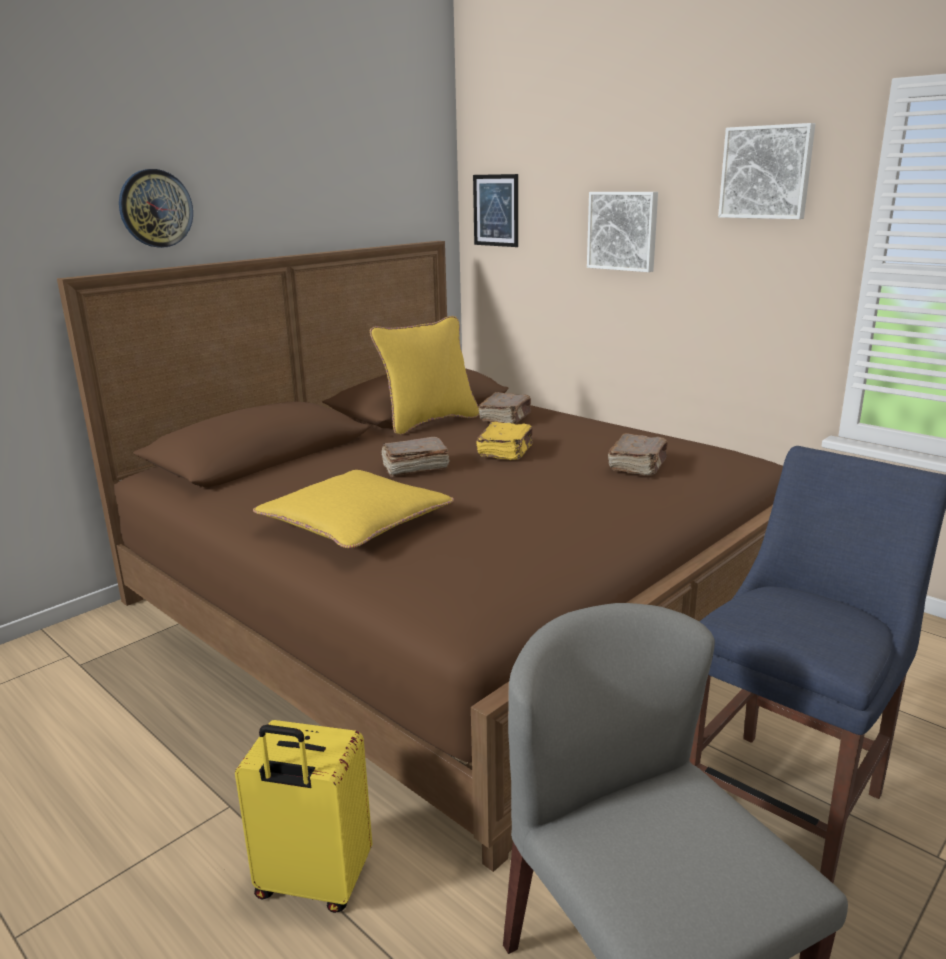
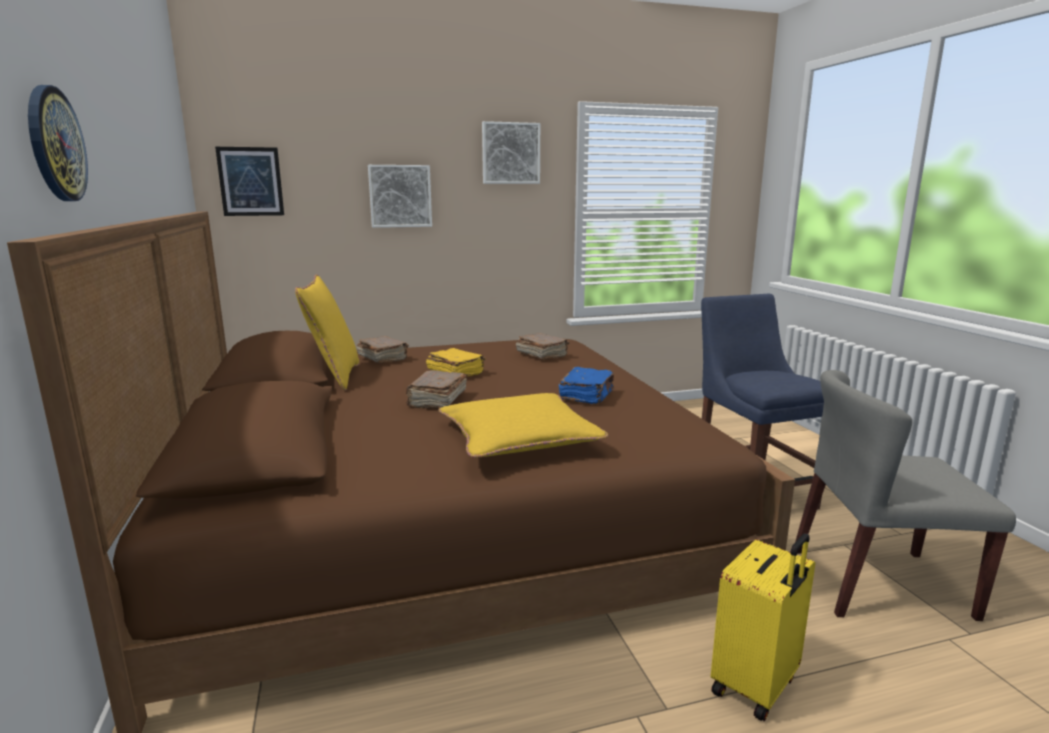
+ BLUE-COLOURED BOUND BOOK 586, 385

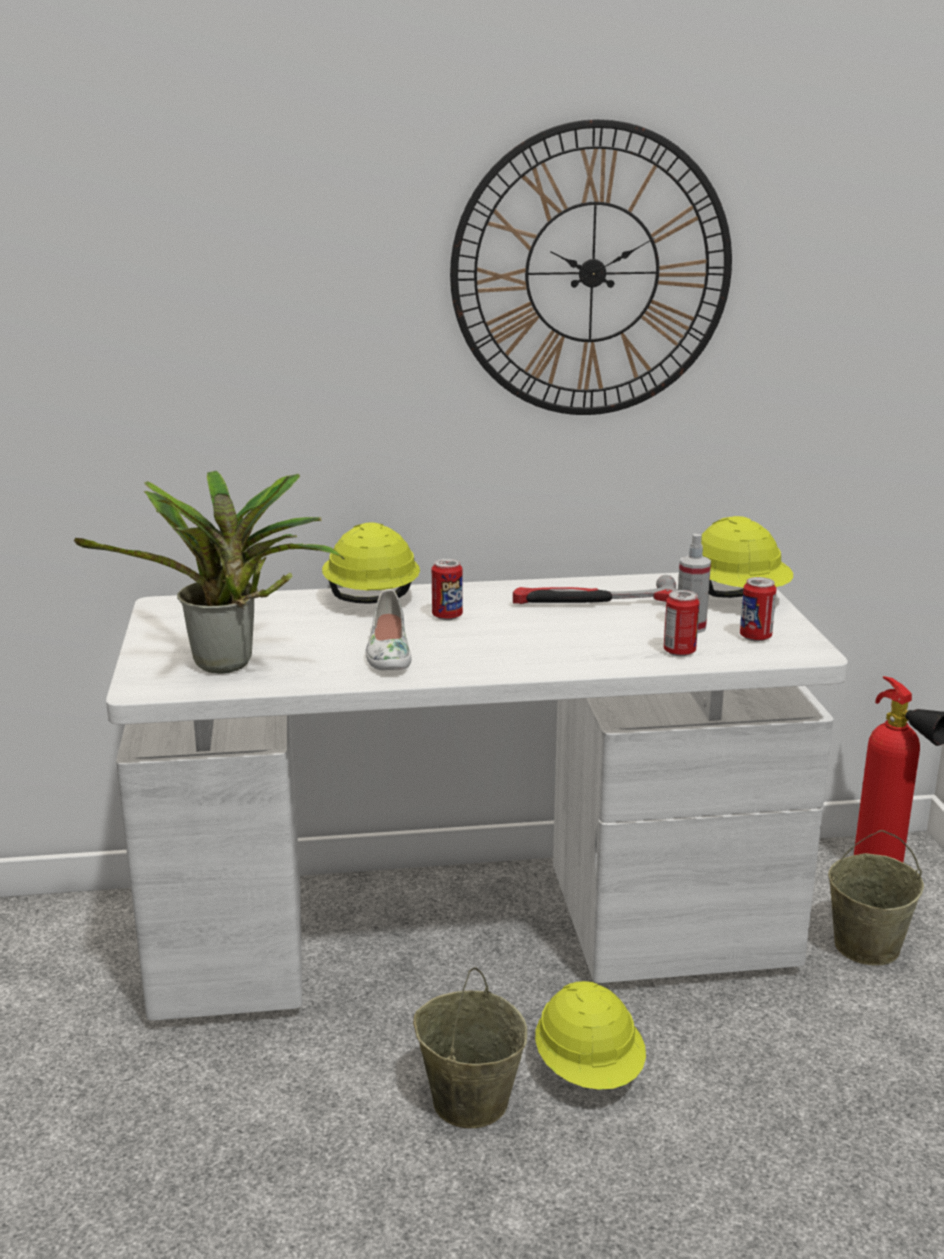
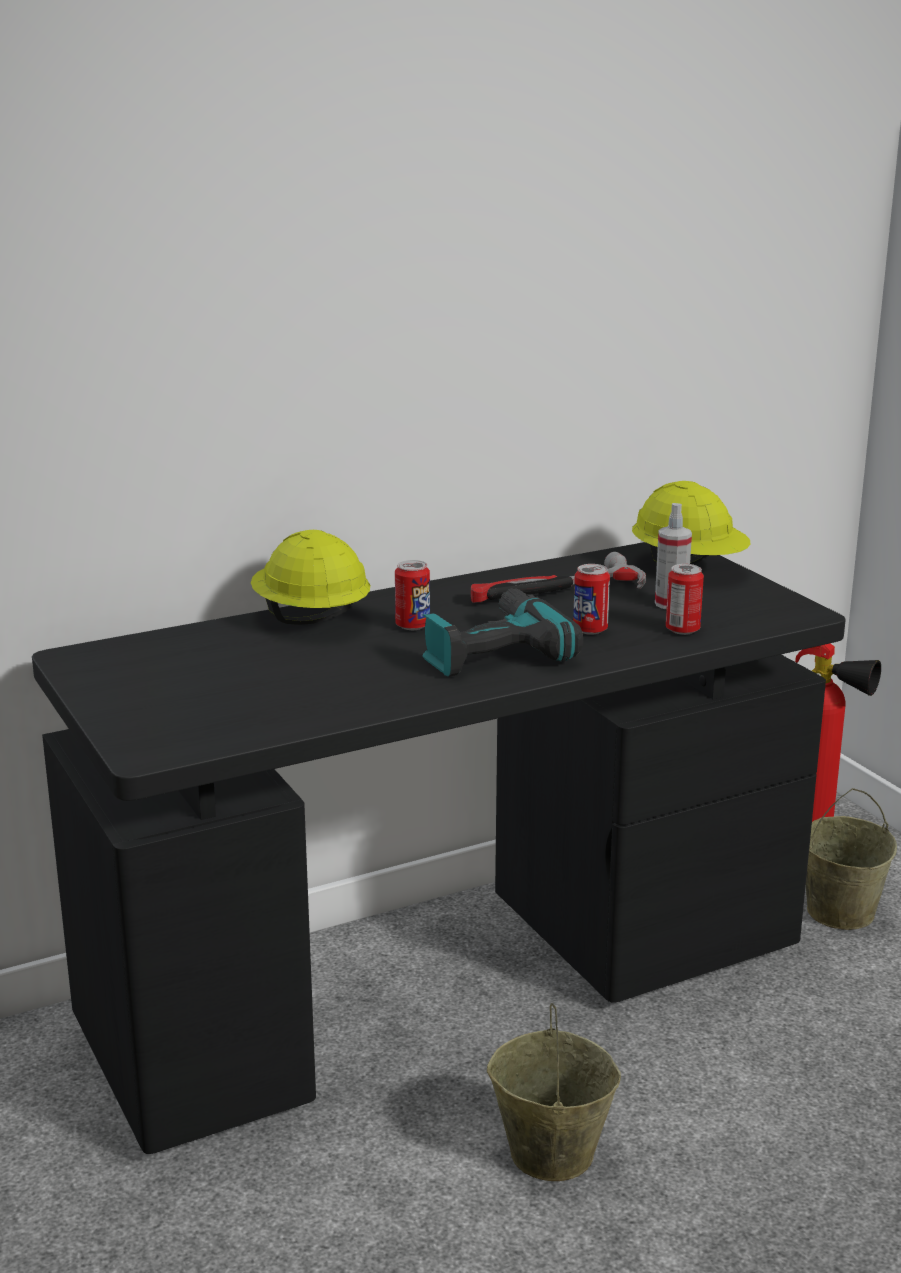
~ WHITISH DESK UNIT 477, 797 to BLACK DESK UNIT 439, 848
+ DRILL 503, 632
~ CAN 758, 609 to 591, 599
- PLANT IN A POT 209, 572
- WHITISH SHOE 388, 629
- CLOCK ON THE WALL 591, 267
- YELLOW SAFETY HELMET 590, 1035

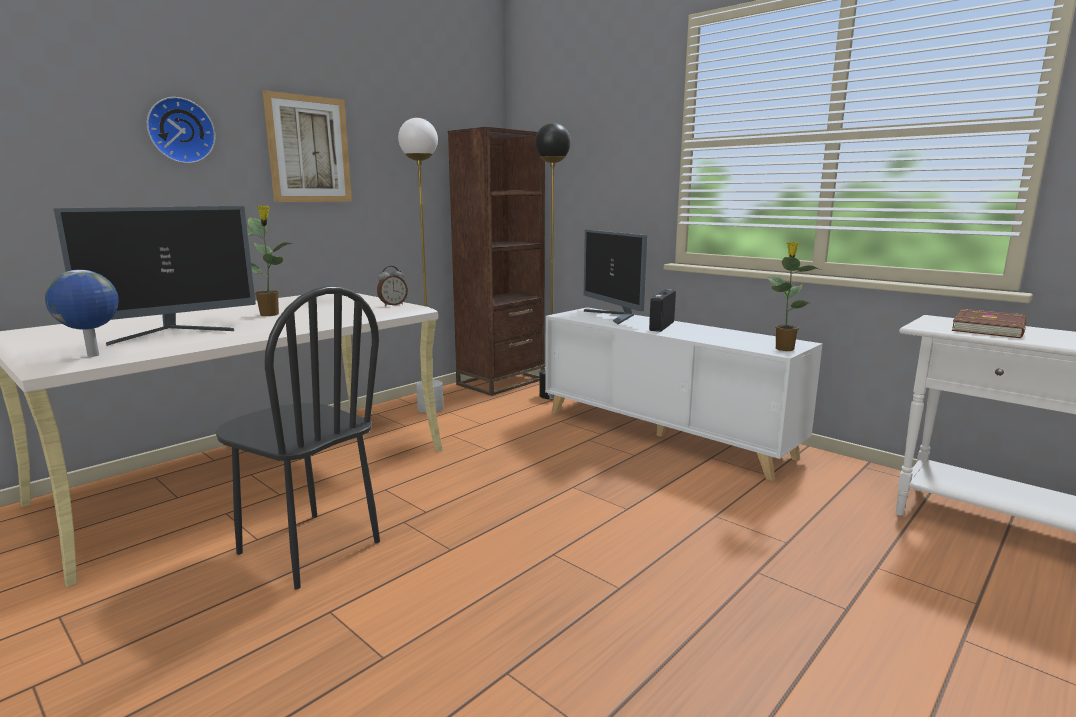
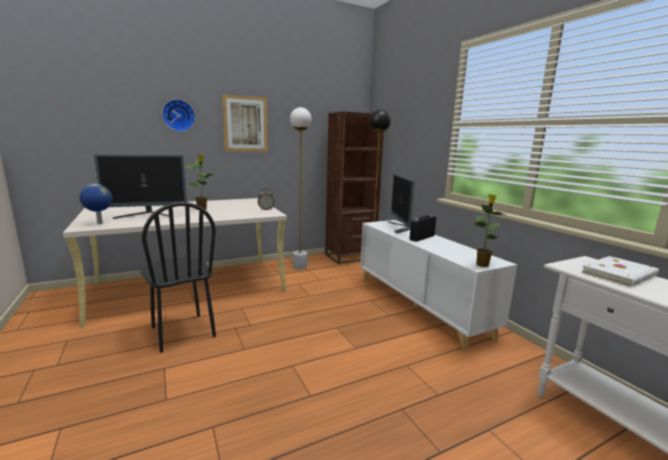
~ BROWN-COLOURED BOUND BOOK 988, 323 to WHITISH BOUND BOOK 620, 271

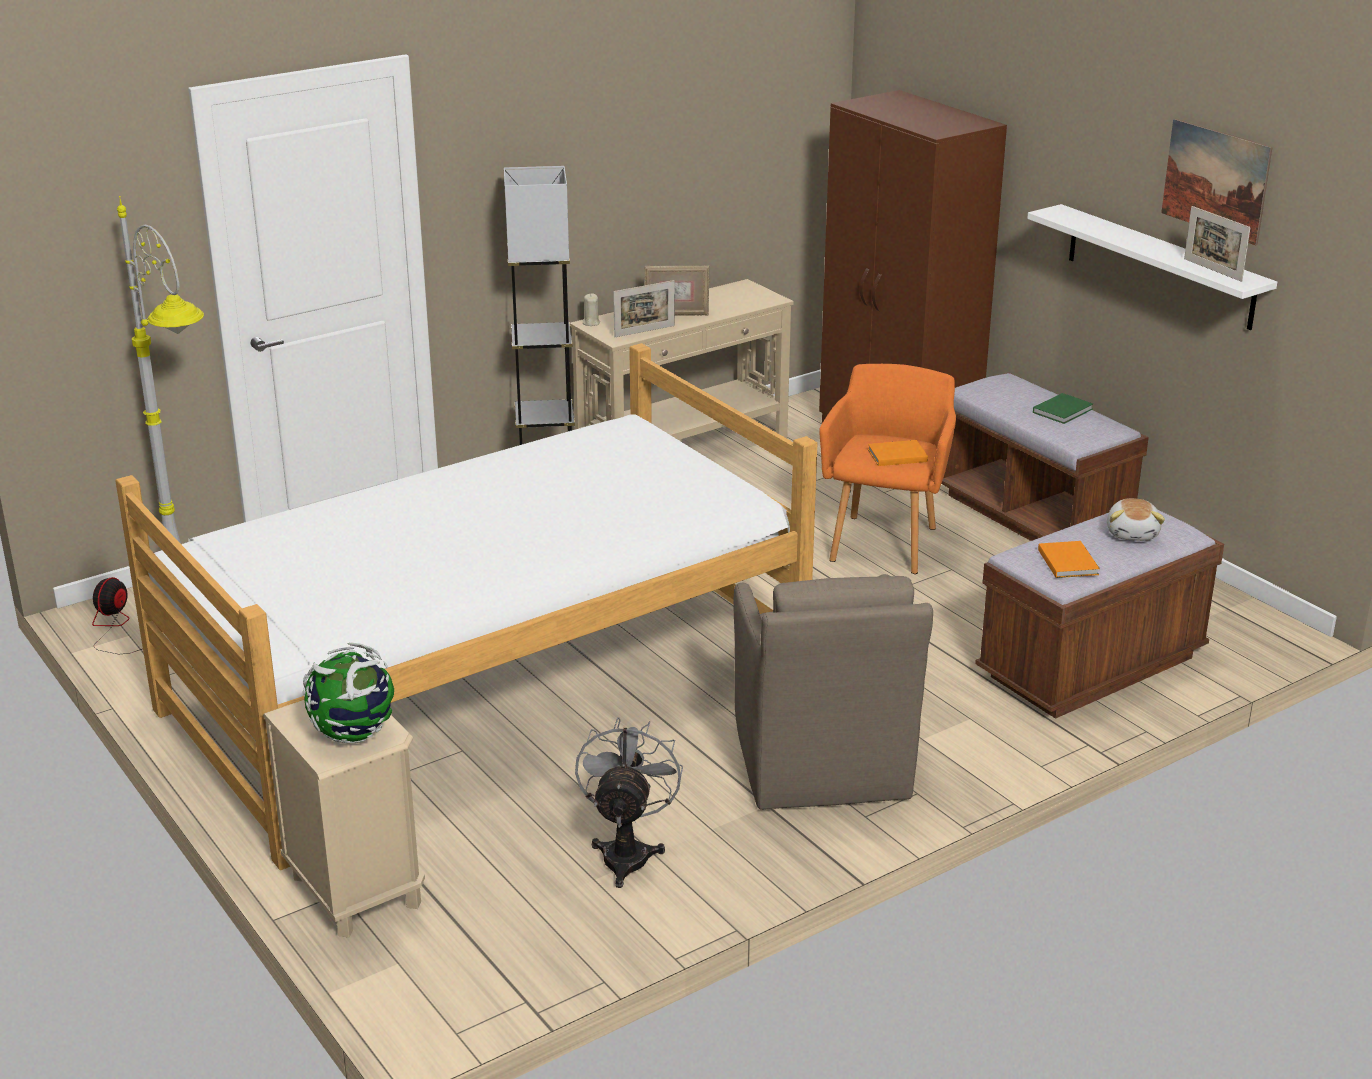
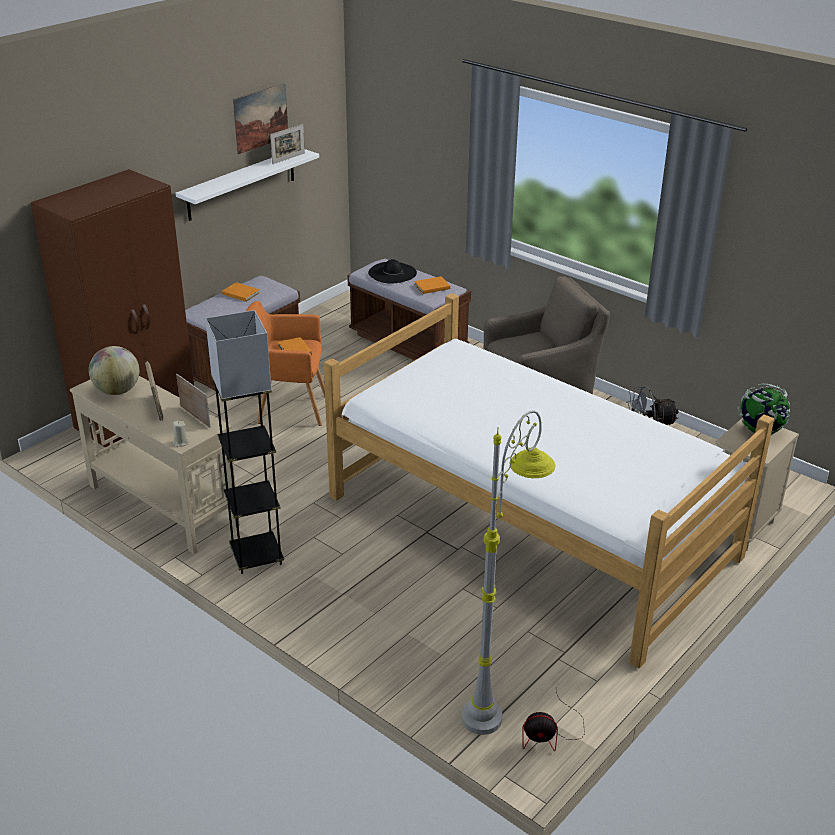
+ GLOBE 114, 370
~ GREENISH BOUND BOOK 1063, 408 to ORANGEY BOUND BOOK 241, 291
~ CUDDLY TOY 1136, 519 to BLACK WEARABLE HAT 392, 271

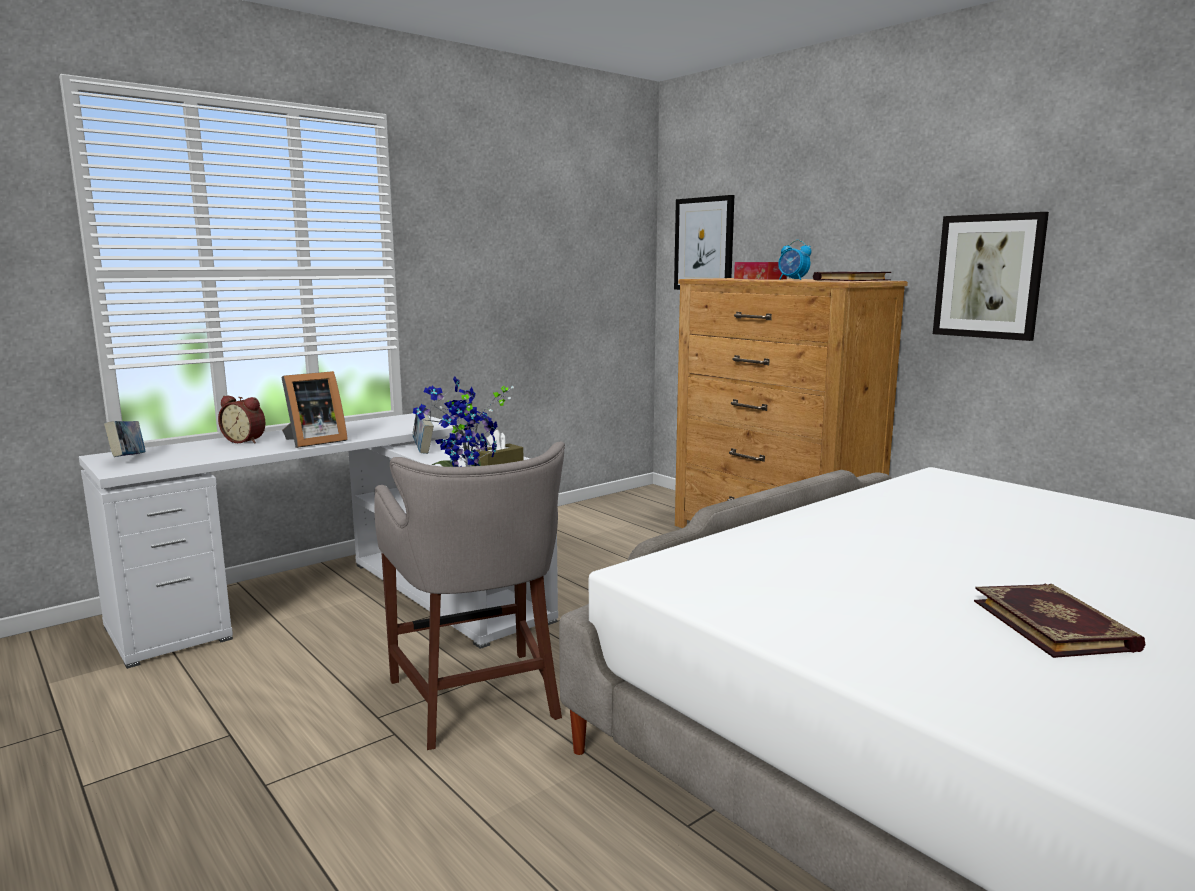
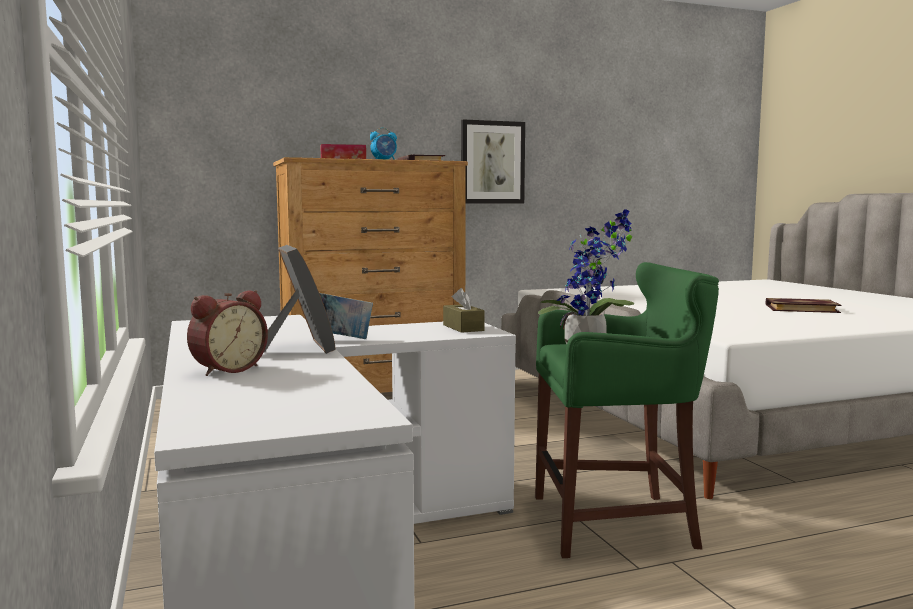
~ GREYISH STOOL SEAT 469, 596 to GREENISH STOOL SEAT 627, 410
- BOUND BOOK 124, 439
- WALL PICTURE 704, 242

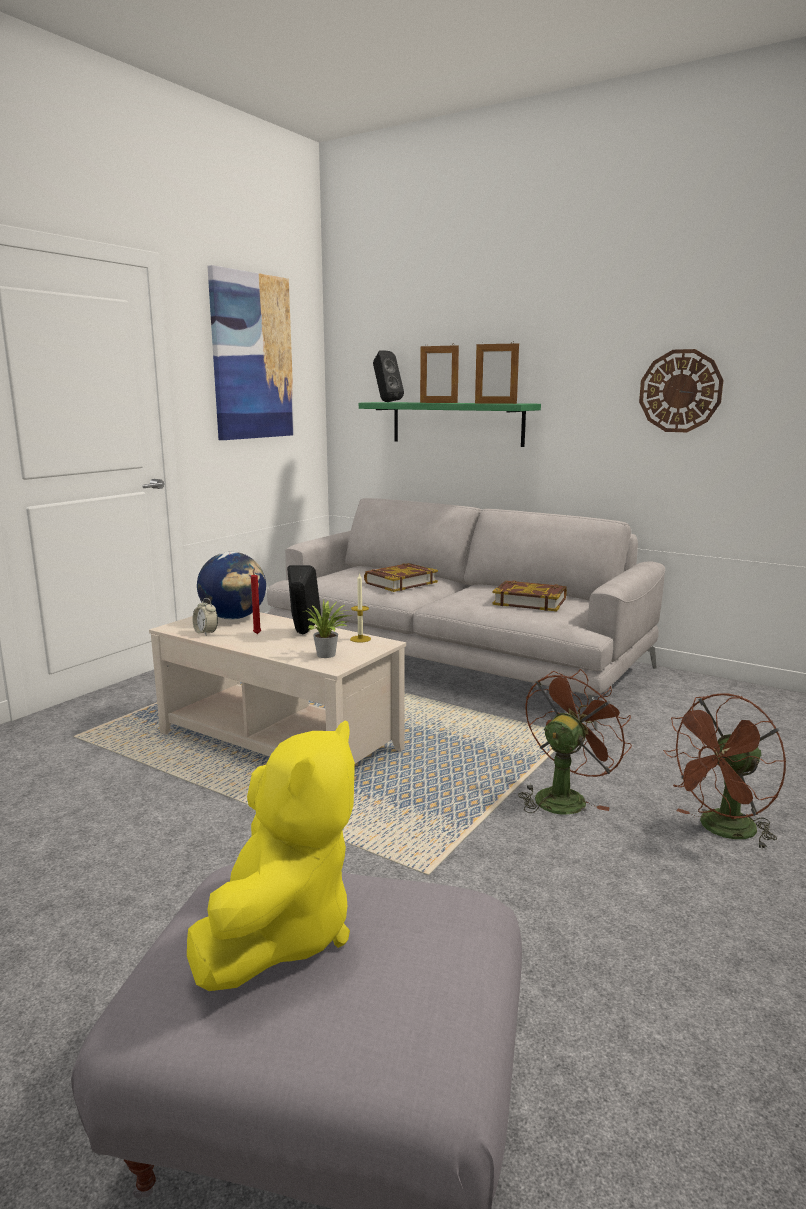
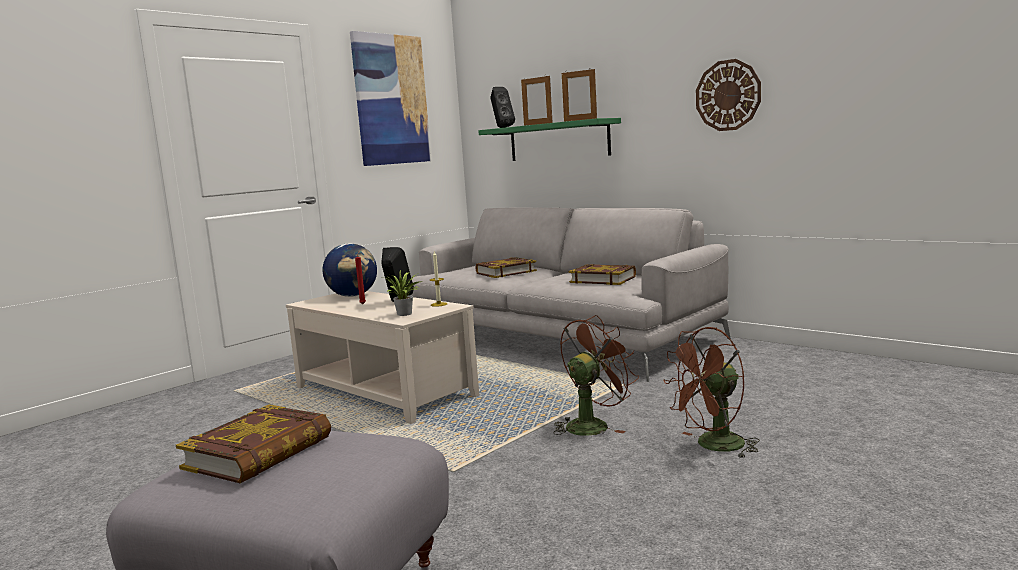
~ YELLOW CUDDLY TOY 271, 856 to BOUND BOOK 253, 444
- BEDSIDE CLOCK 205, 616

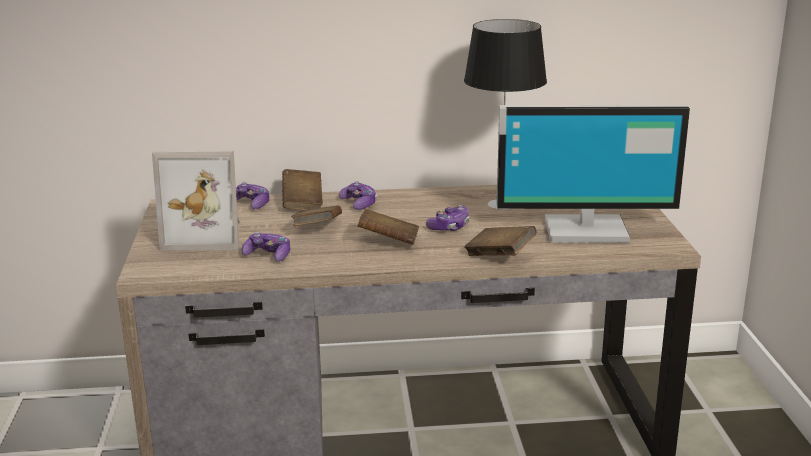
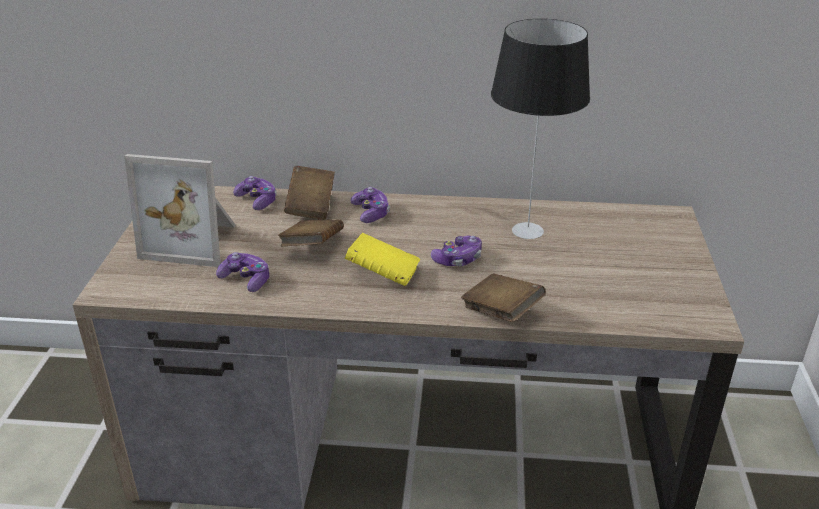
~ BROWN-COLOURED BOUND BOOK 388, 227 to YELLOW BOUND BOOK 382, 259
- COMPUTER DISPLAY 593, 174

